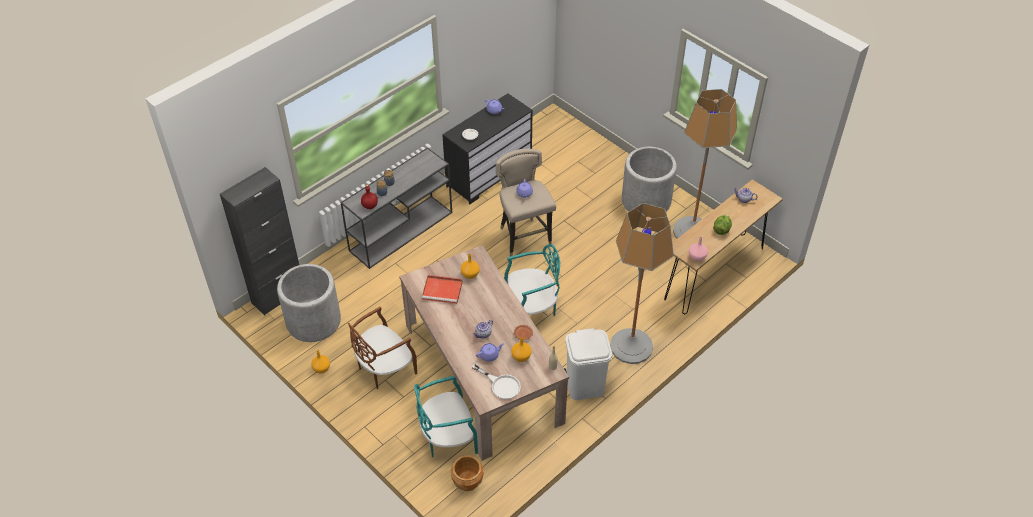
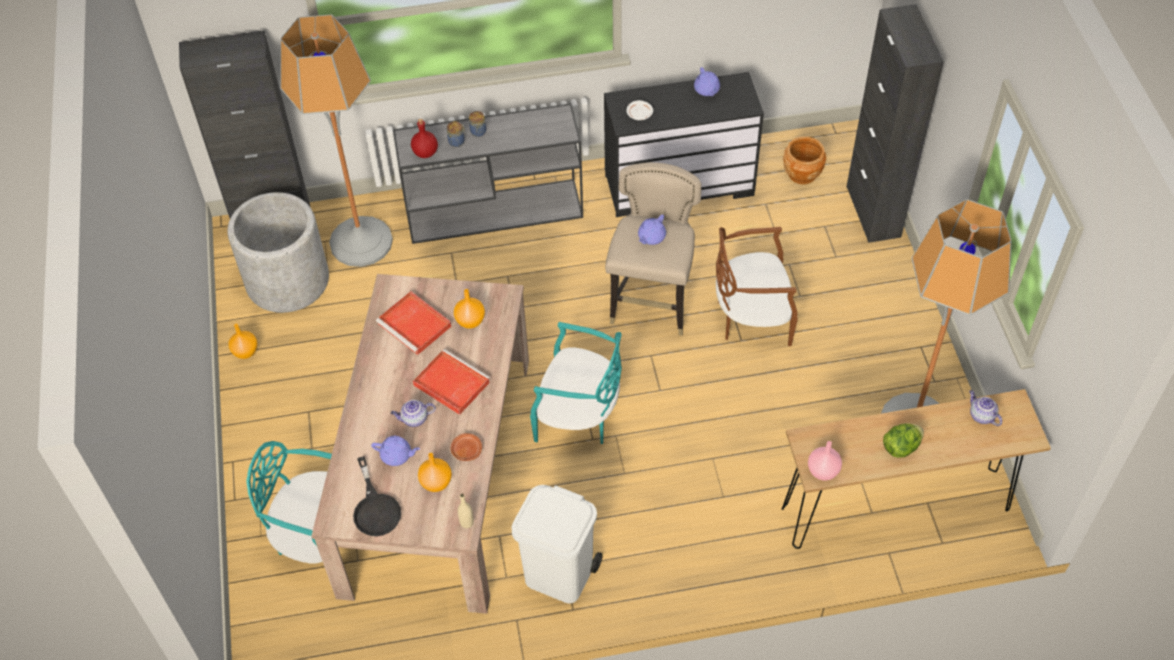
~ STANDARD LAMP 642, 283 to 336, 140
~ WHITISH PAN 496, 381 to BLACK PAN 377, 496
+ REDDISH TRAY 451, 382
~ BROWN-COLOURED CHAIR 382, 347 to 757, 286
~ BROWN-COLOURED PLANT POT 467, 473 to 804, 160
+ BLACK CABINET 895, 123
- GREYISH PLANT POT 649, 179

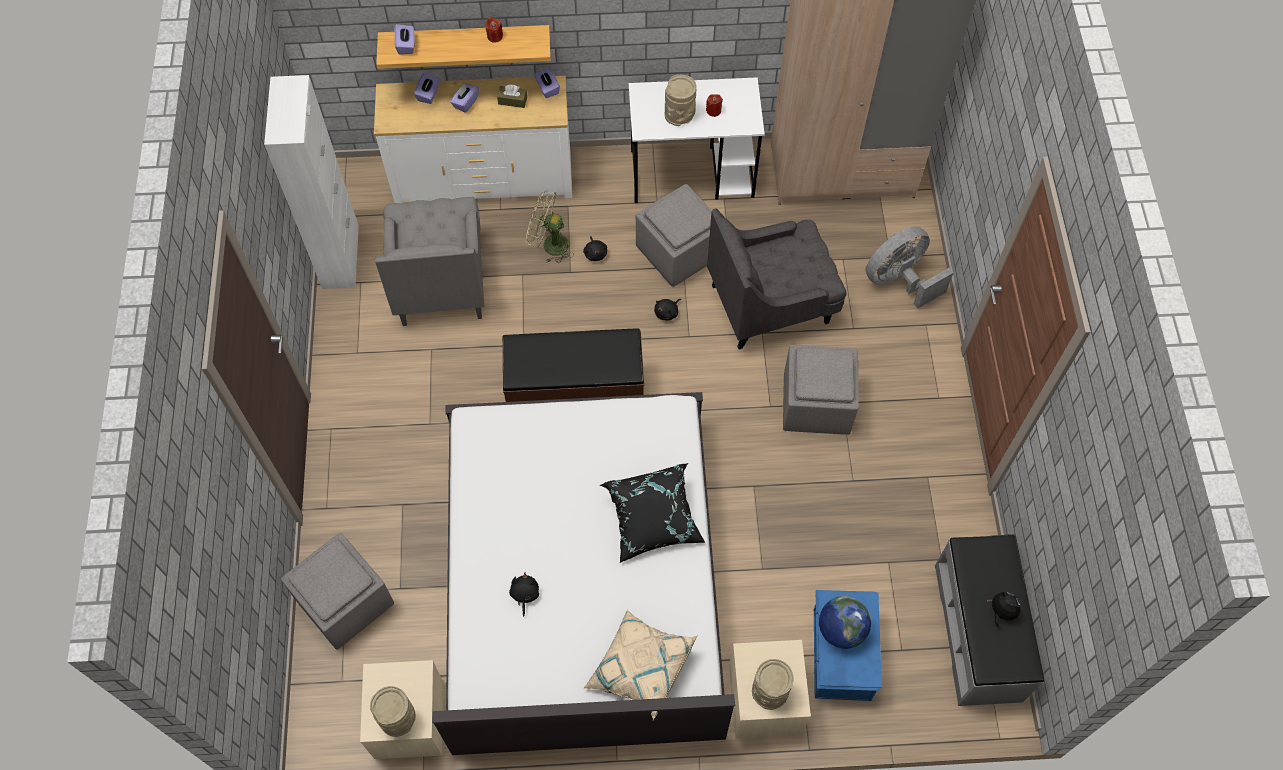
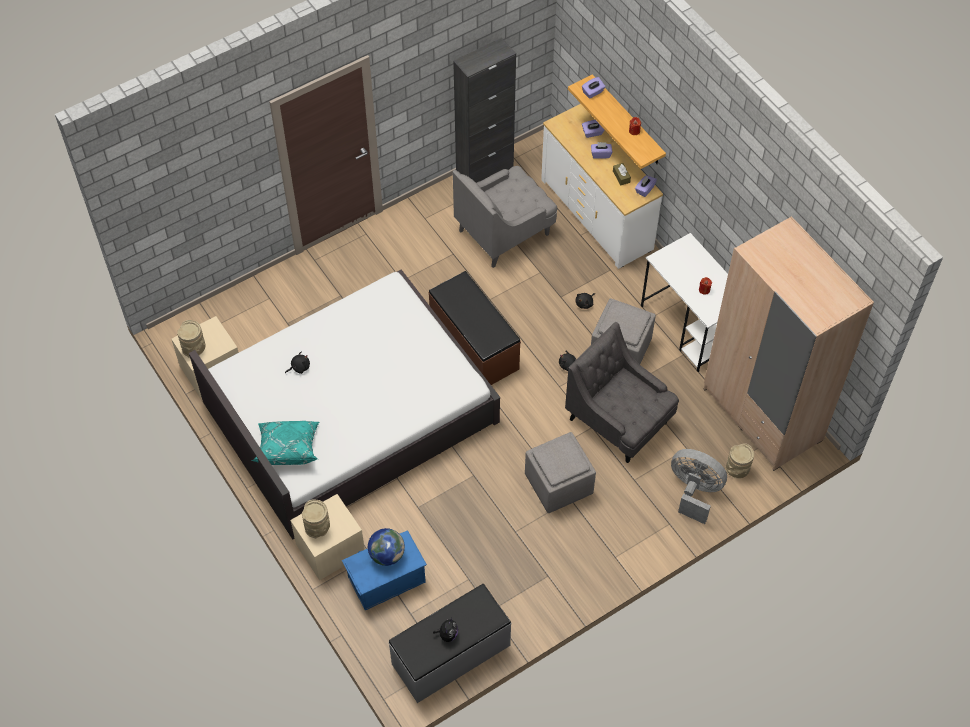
~ BEIGE PILLOW 641, 665 to TURQUOISE PILLOW 285, 443
~ WHITISH CABINET 311, 182 to BLACK CABINET 484, 110
~ BEIGE VASE 681, 100 to 740, 461
- GREYISH POUFFE 337, 591
- GREENISH COOLING FAN 550, 226
- BLACK PILLOW 652, 513

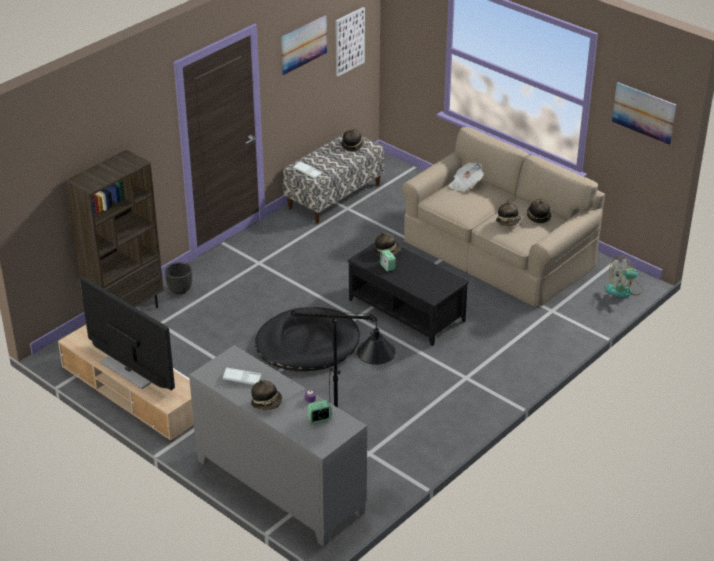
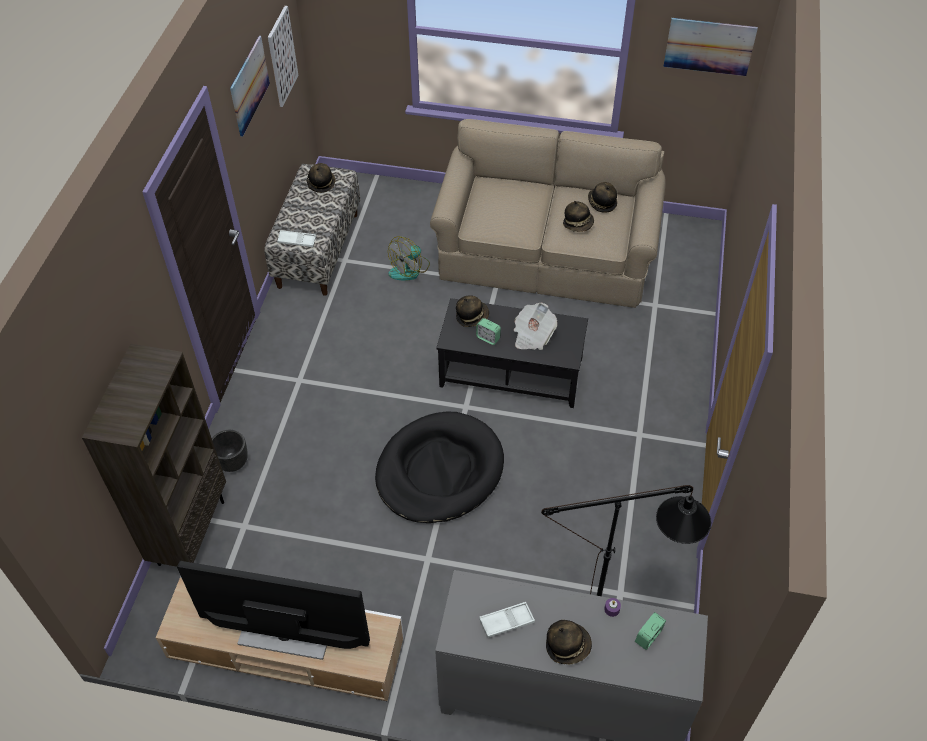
~ COOLING FAN 624, 276 to 409, 258
~ NEWSPAPER 466, 177 to 535, 326

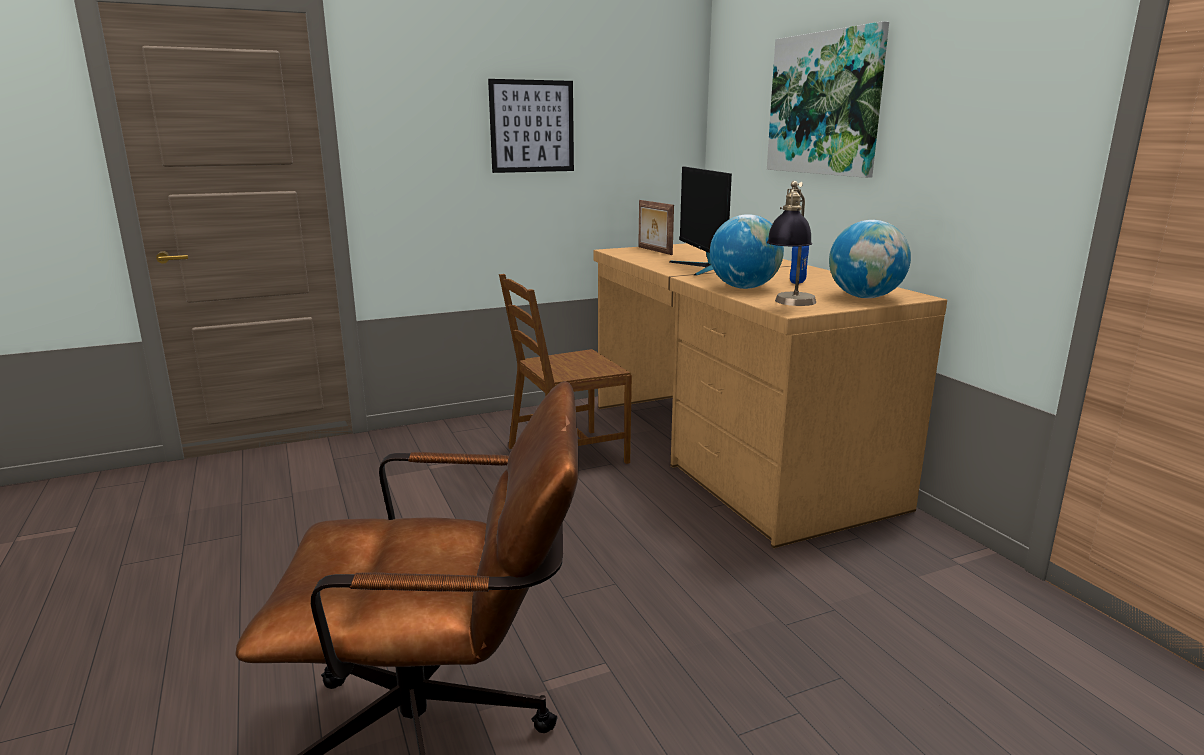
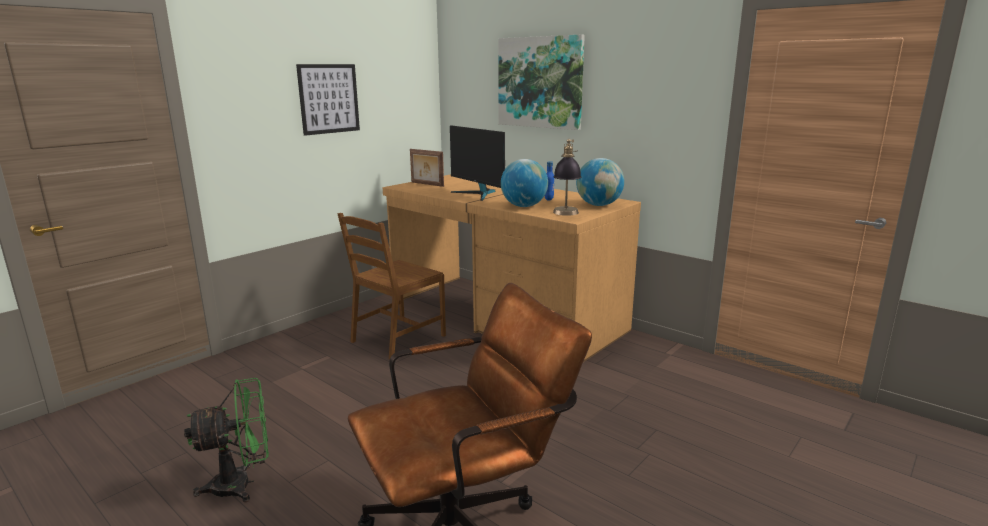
+ GREENISH COOLING FAN 226, 440

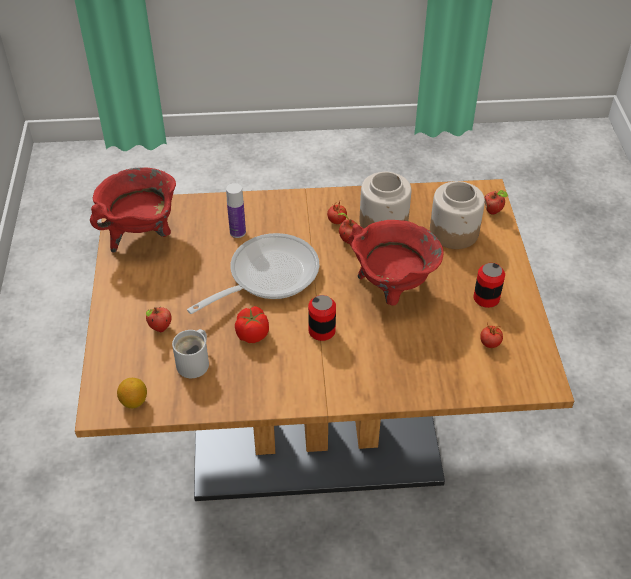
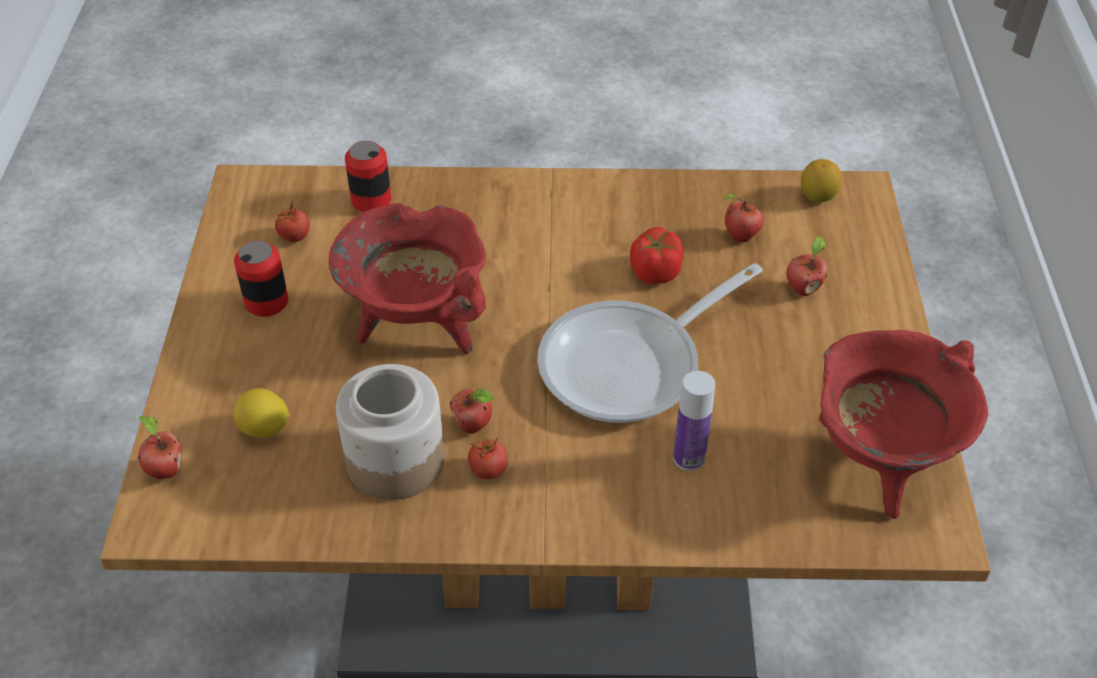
~ PRESERVE JAR 457, 215 to WHOLE LEMON 261, 413
~ CAN 322, 318 to 368, 176
~ WHITISH TEA MUG 190, 353 to APPLE 742, 218

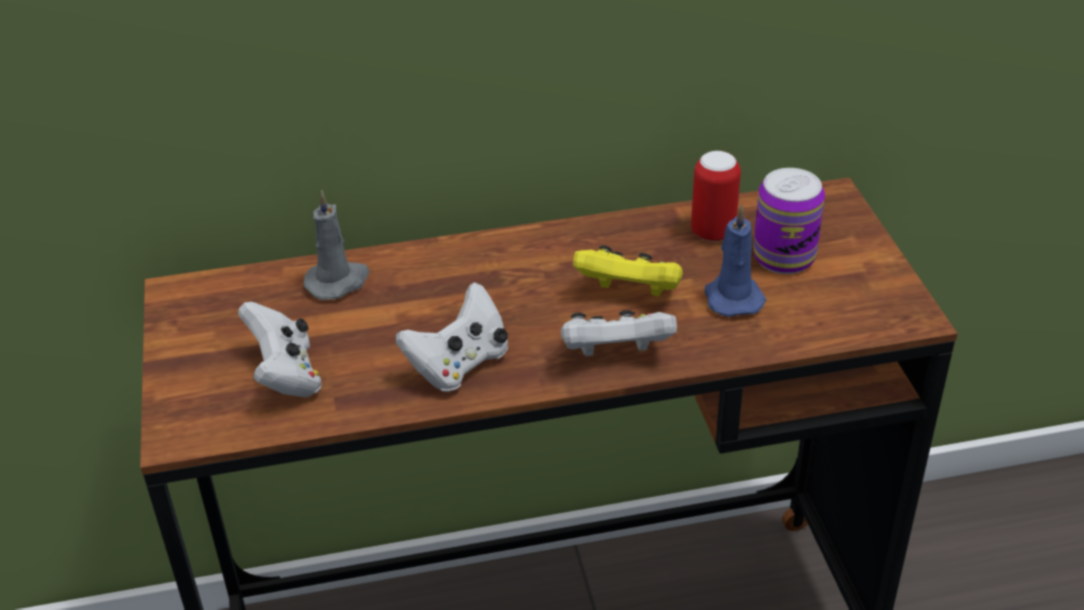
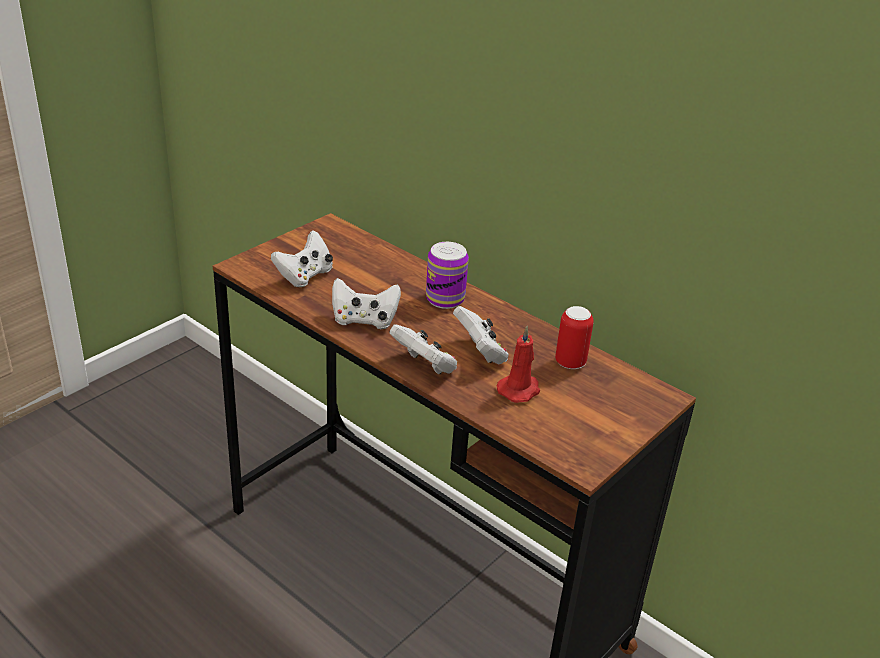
~ CAN 789, 221 to 447, 275
~ YELLOW JOYPAD 627, 271 to WHITISH JOYPAD 481, 335
~ BLUE-COLOURED CANDLE 735, 261 to REDDISH CANDLE 518, 364
- GREYISH CANDLE 336, 245

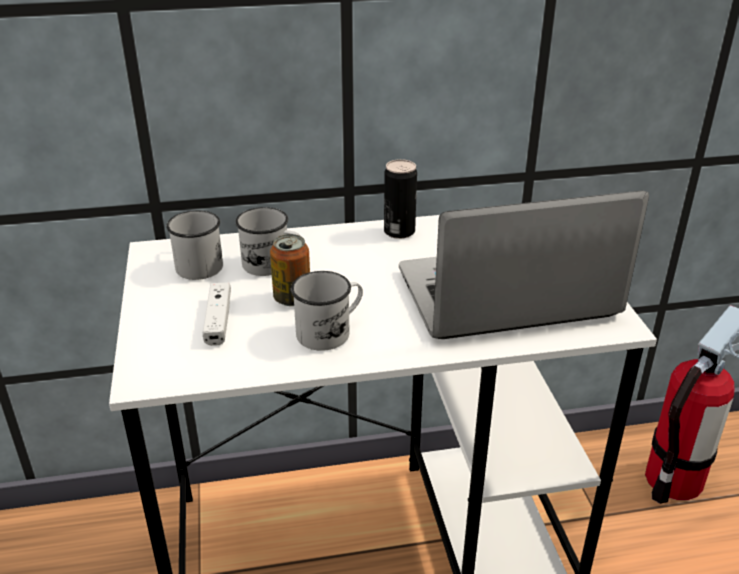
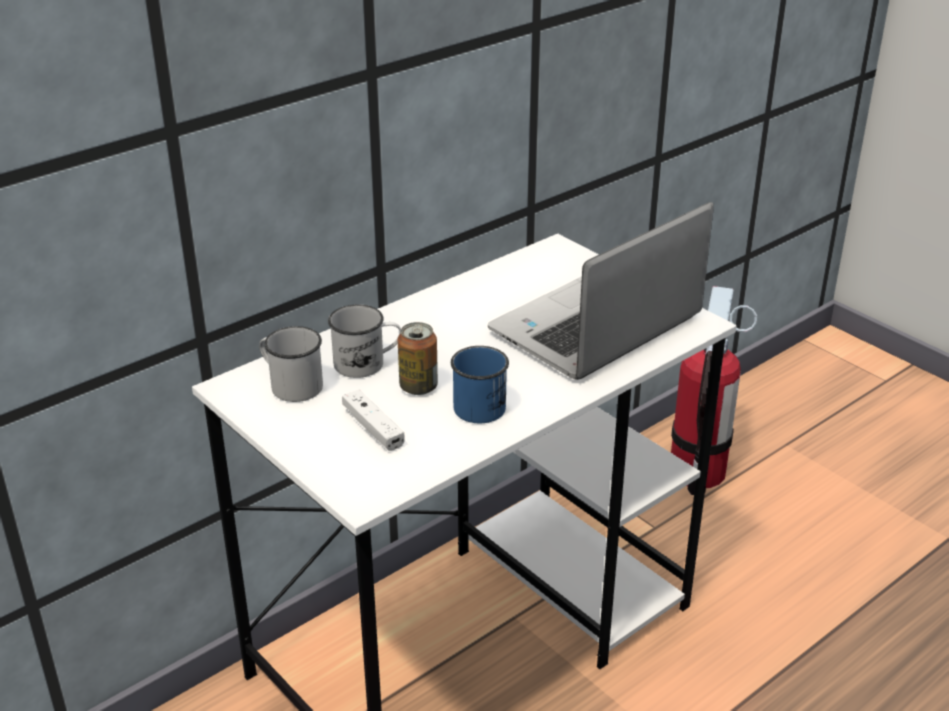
~ WHITISH TEA MUG 327, 311 to BLUE-COLOURED TEA MUG 480, 384
- CAN 400, 199

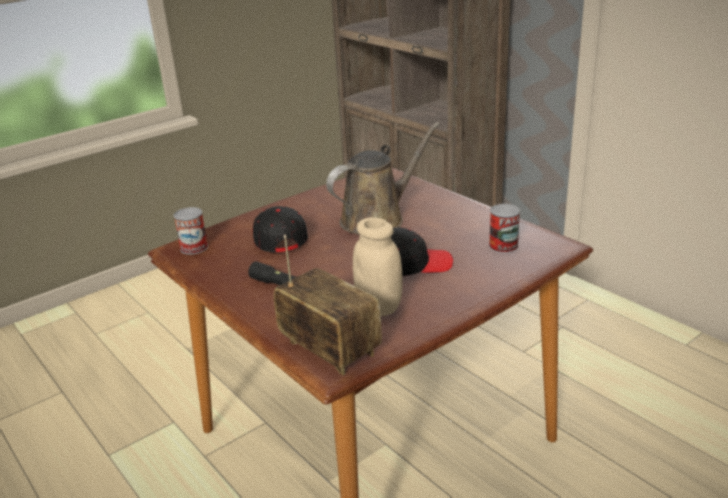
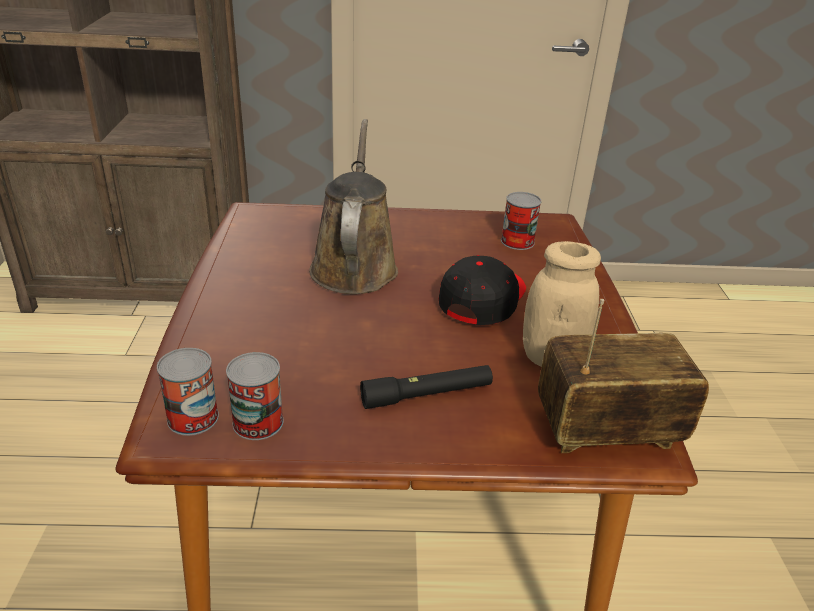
+ CAN 255, 396
- BLACK PEAKED CAP 280, 229

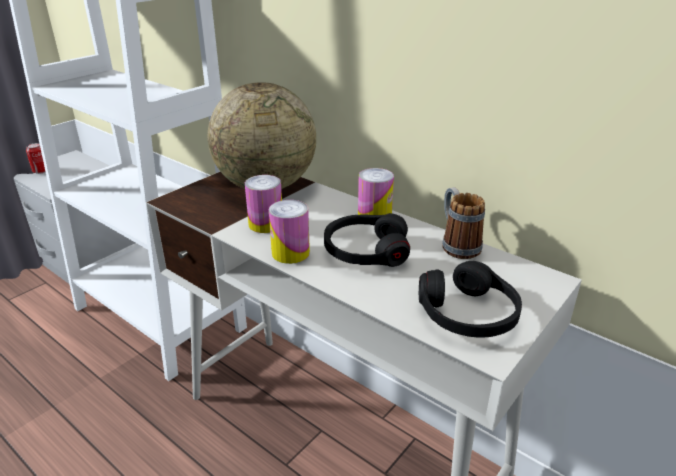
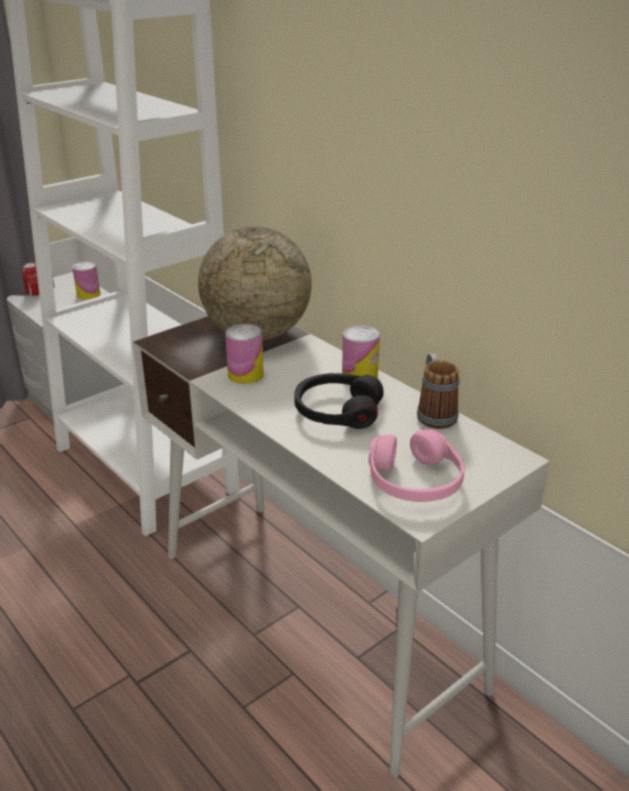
~ CAN 289, 232 to 86, 281
~ BLACK PAIR OF HEADPHONES 470, 299 to PINK-COLOURED PAIR OF HEADPHONES 416, 466

